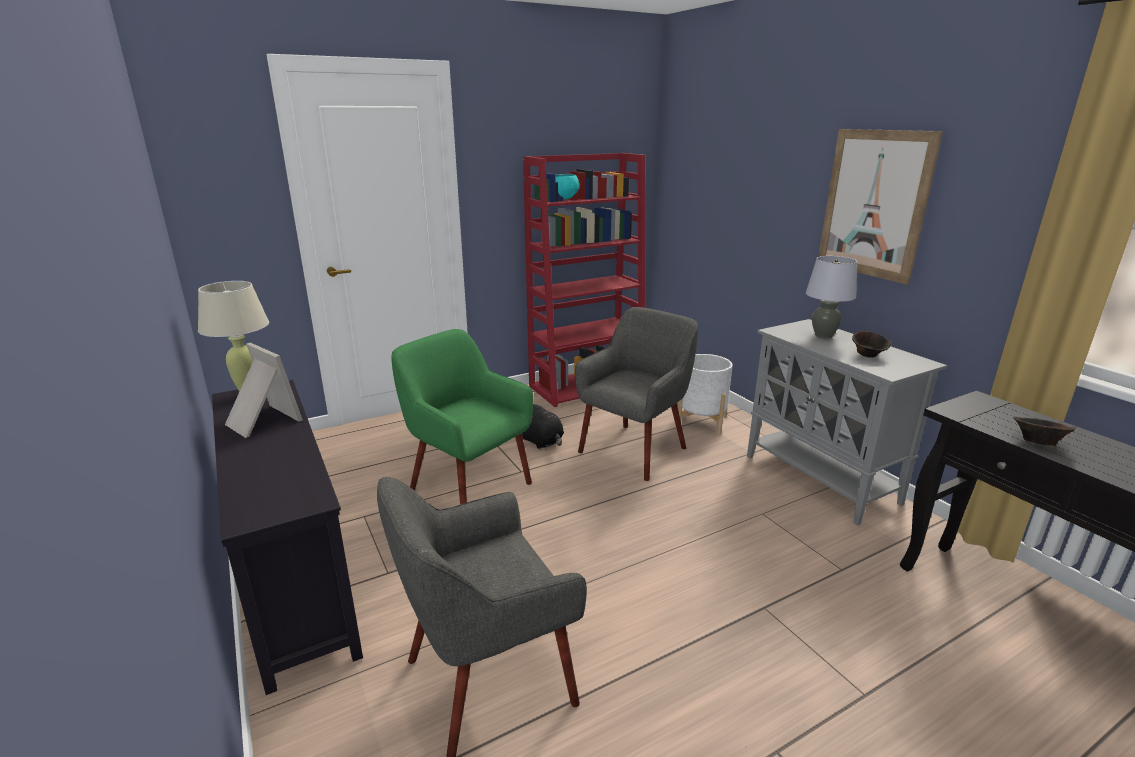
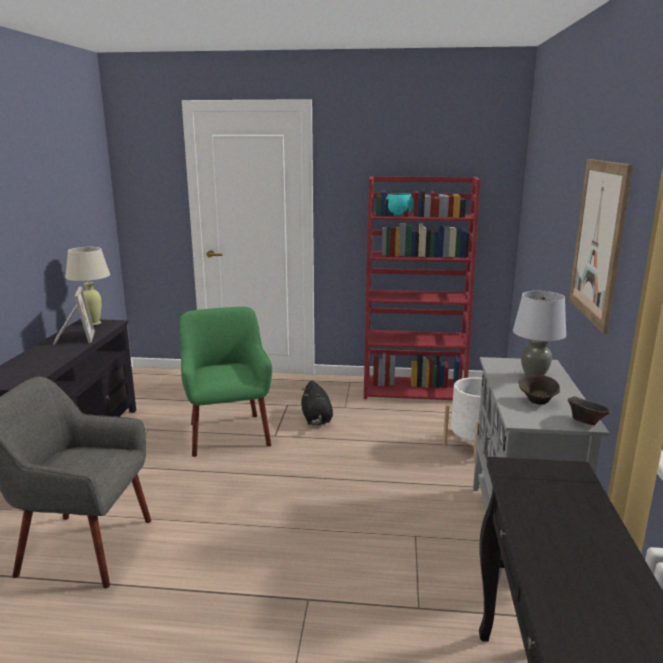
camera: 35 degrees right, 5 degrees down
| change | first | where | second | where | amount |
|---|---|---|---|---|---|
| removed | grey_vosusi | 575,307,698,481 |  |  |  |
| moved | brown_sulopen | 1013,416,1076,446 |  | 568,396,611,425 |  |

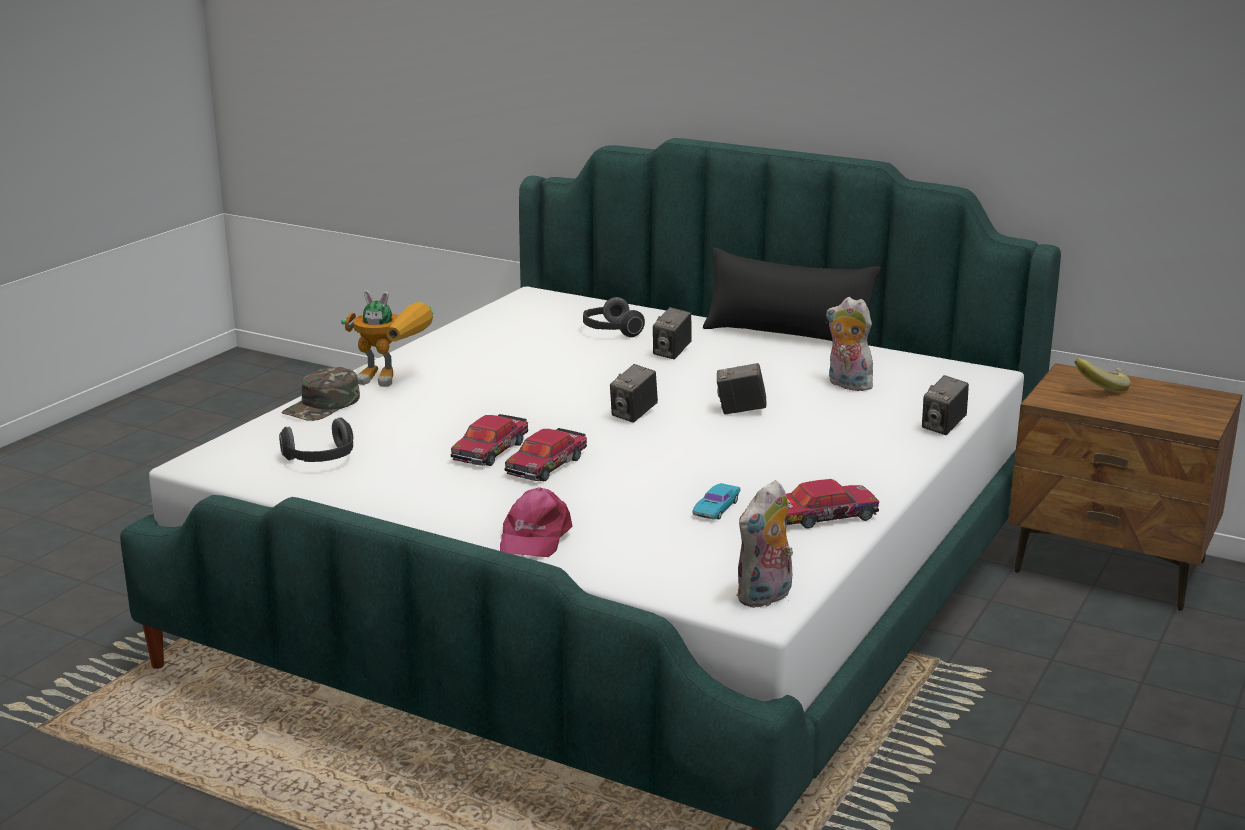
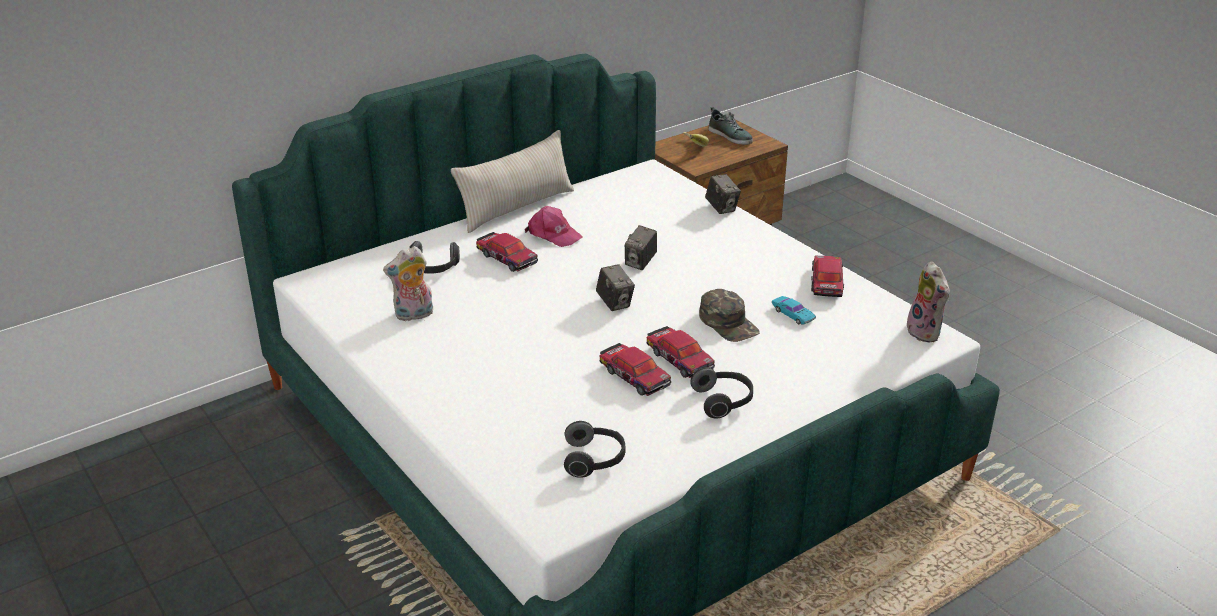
camera: 65 degrees left, 10 degrees up
| change | first | where | second | where | amount |
|---|---|---|---|---|---|
| recoloured | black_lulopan | 703,248,881,343 | beige_lulopan | 451,130,574,233 |  |
| removed | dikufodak | 341,290,434,387 |  |  |  |
| moved | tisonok | 826,297,873,391 |  | 383,246,433,321 |  |
| replaced | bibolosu | 653,307,691,359 | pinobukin | 476,232,538,272 |  |
| moved | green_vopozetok | 282,367,360,421 |  | 699,289,760,342 |  |
| moved | pink_vopozetok | 500,487,573,557 |  | 525,206,582,247 |  |
| added |  |  | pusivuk | 709,107,753,145 |  |
| added |  |  | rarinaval | 690,367,753,419 |  |

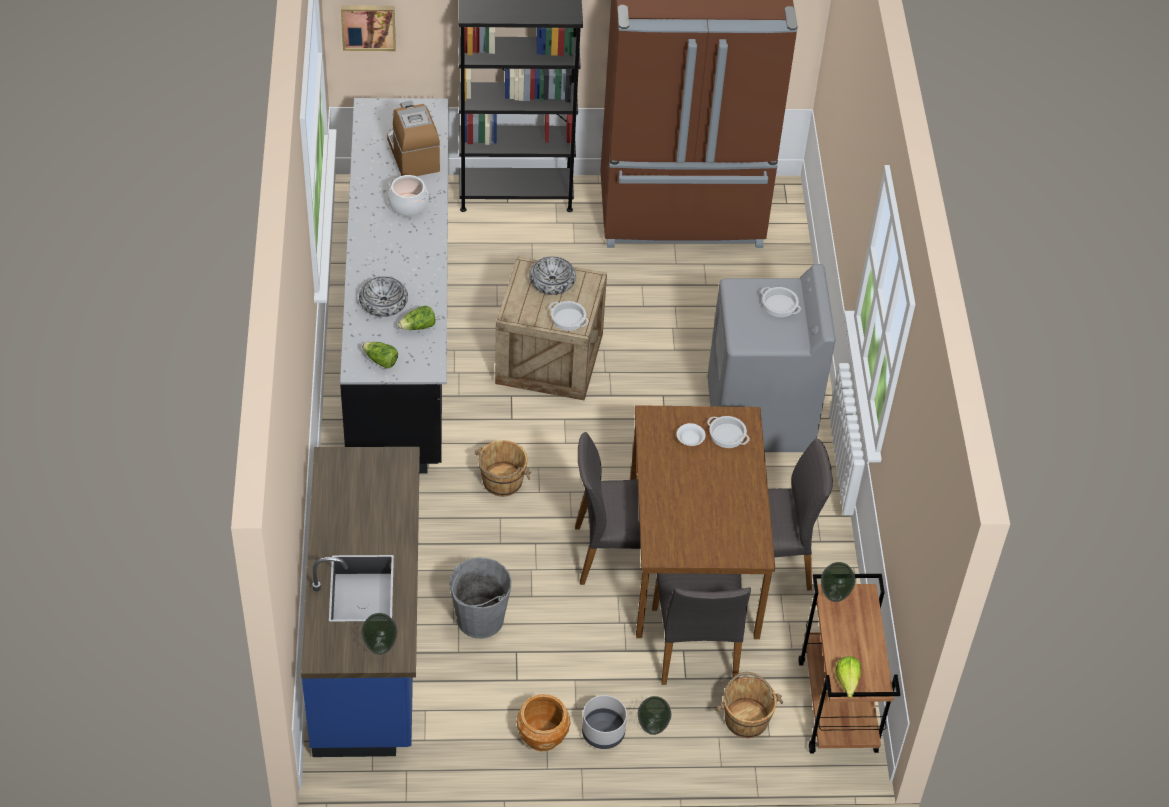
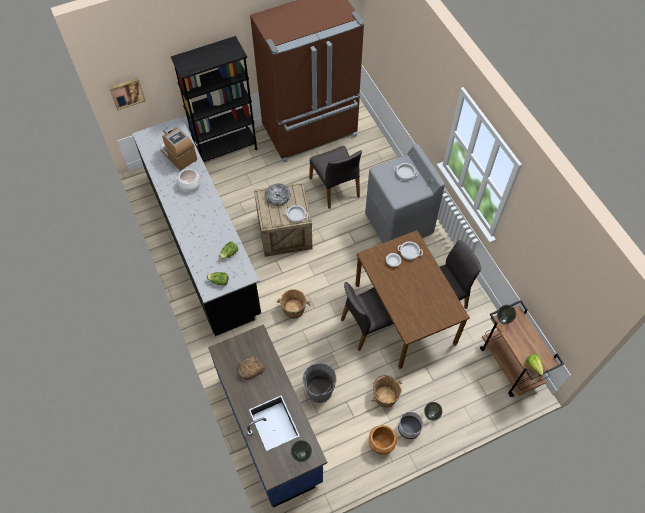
camera: 20 degrees left, 10 degrees up
| change | first | where | second | where | amount |
|---|---|---|---|---|---|
| removed | sulopen | 359,276,408,317 |  |  |  |
| moved | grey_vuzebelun | 652,573,751,685 |  | 309,146,362,209 |  |
| moved | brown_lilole | 715,672,783,738 |  | 372,375,402,407 |  |
| added |  |  | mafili | 238,356,264,380 |  |

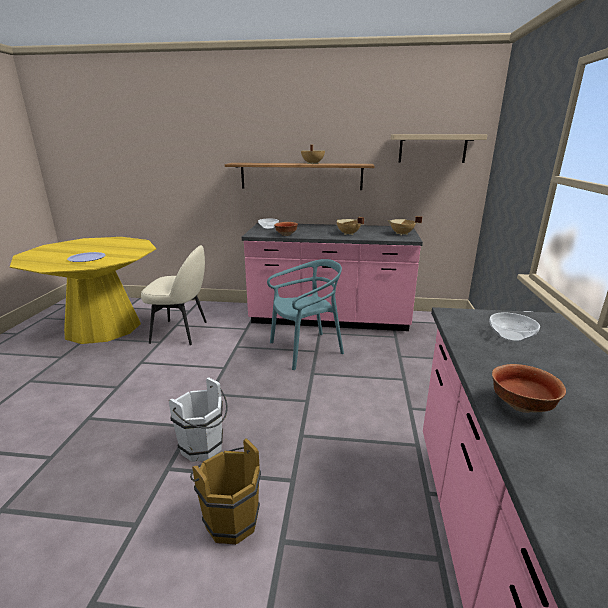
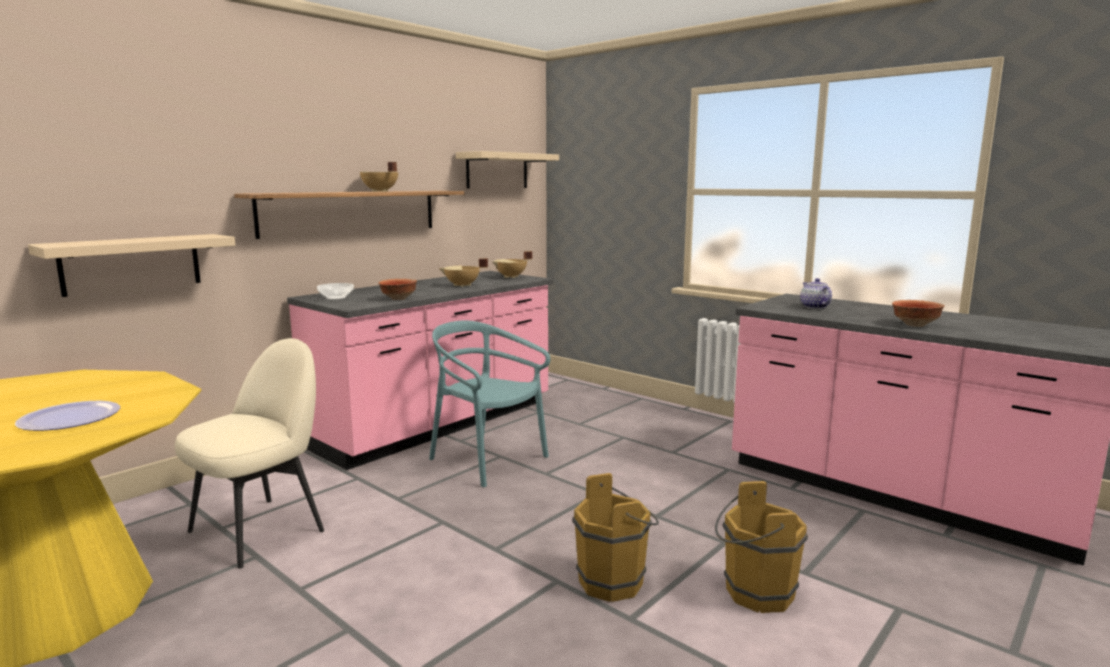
camera: 55 degrees left, 10 degrees down
| change | first | where | second | where | amount |
|---|---|---|---|---|---|
| turned | turquoise_vuzebelun | 267,259,344,370 |  | 429,320,551,487 | 60 degrees counterclockwise |
| replaced | sulopen | 489,312,540,342 | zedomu | 800,278,832,309 |  |
| recoloured | white_lilole | 169,377,228,462 | brown_lilole | 573,473,659,602 |  |
| added |  |  | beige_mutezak | 28,234,235,297 |  |

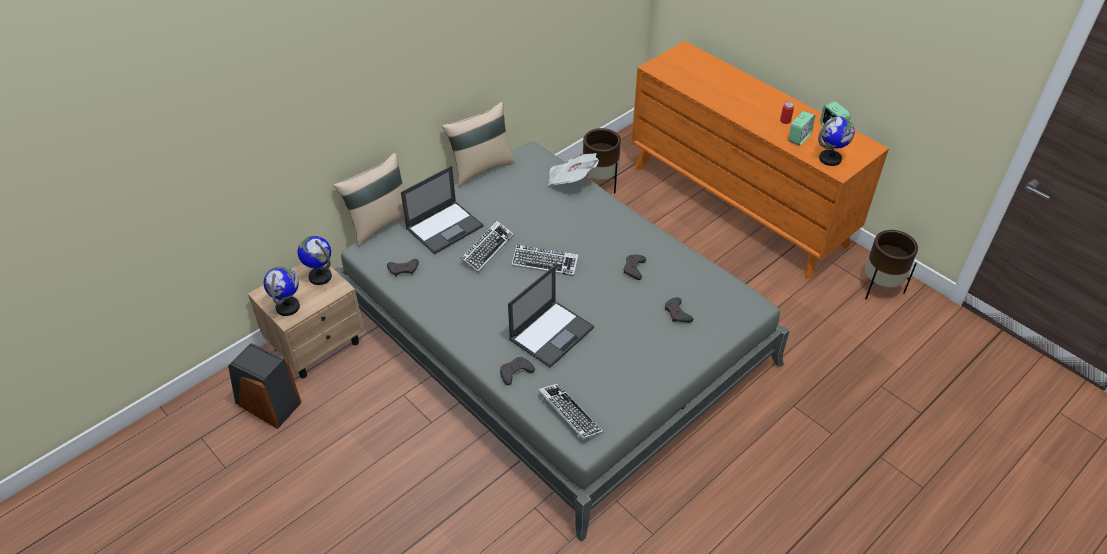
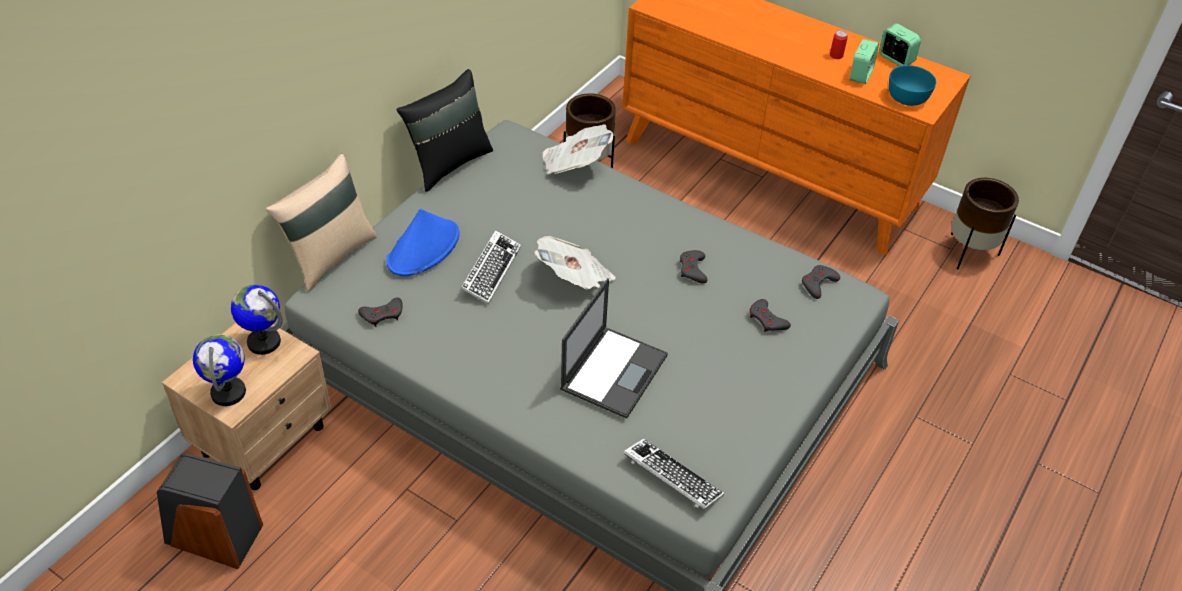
camera: 15 degrees left, 0 degrees up
| change | first | where | second | where | amount |
|---|---|---|---|---|---|
| recoloured | beige_lulopan | 441,102,515,187 | black_lulopan | 396,69,493,192 |  |
| replaced | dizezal | 818,116,854,166 | turquoise_sulopen | 889,65,936,106 |  |
| replaced | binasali | 401,166,484,254 | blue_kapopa | 386,209,460,276 |  |
| replaced | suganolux | 512,244,579,276 | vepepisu | 534,236,616,290 |  |
| moved | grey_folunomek | 500,357,535,385 |  | 802,265,840,299 |  |

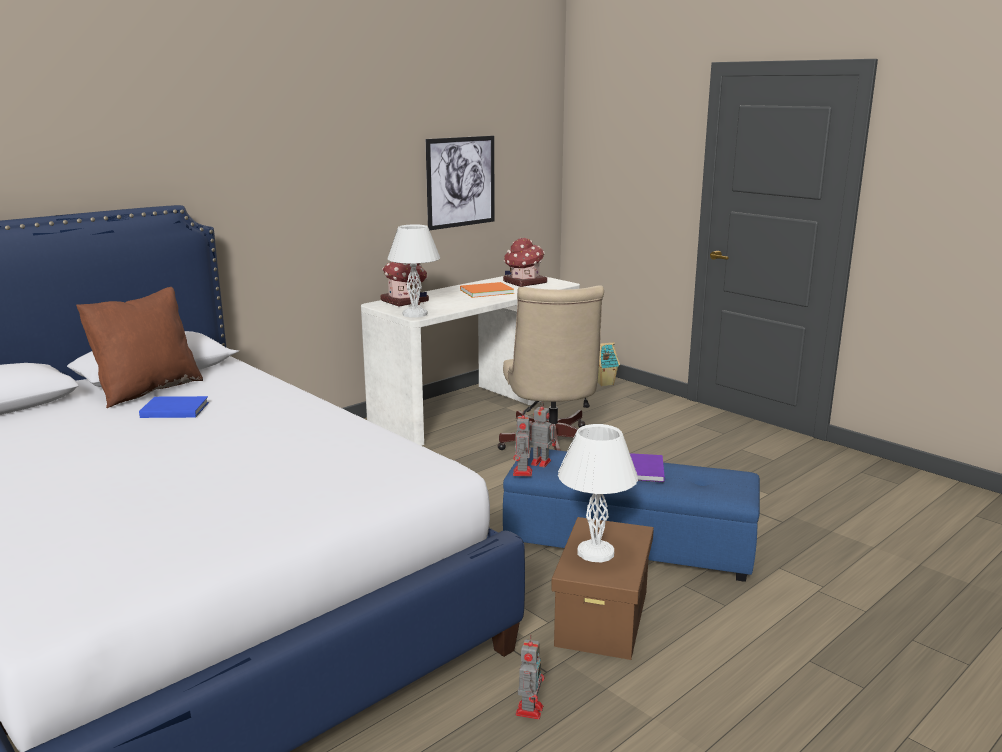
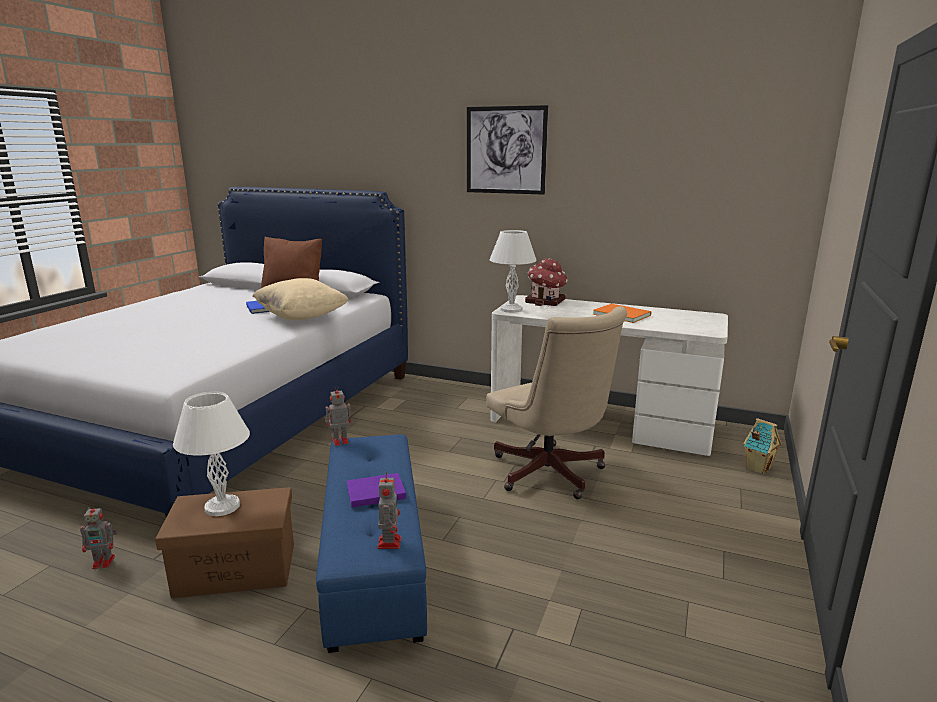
camera: 65 degrees right, 0 degrees up
| change | first | where | second | where | amount |
|---|---|---|---|---|---|
| moved | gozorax | 426,136,494,230 |  | 467,105,548,195 |  |
| removed | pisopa | 503,237,547,287 |  |  |  |
| turned | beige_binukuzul | 497,285,604,451 |  | 486,306,627,499 | 90 degrees counterclockwise |
| moved | dikufodak | 529,401,556,468 |  | 377,472,401,549 |  |
| added |  |  | beige_lulopan | 252,278,348,320 |  |

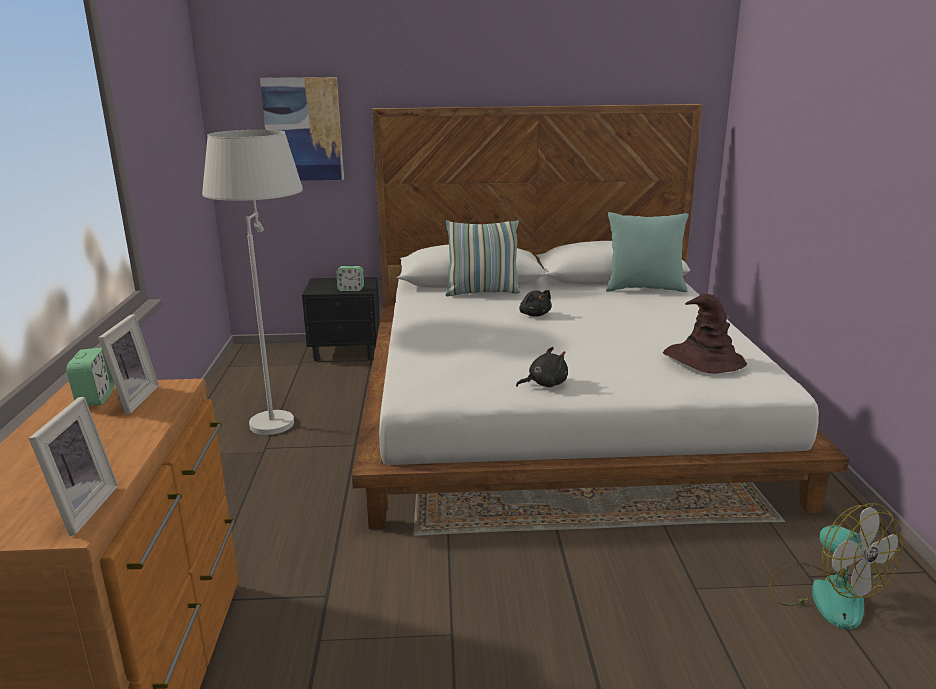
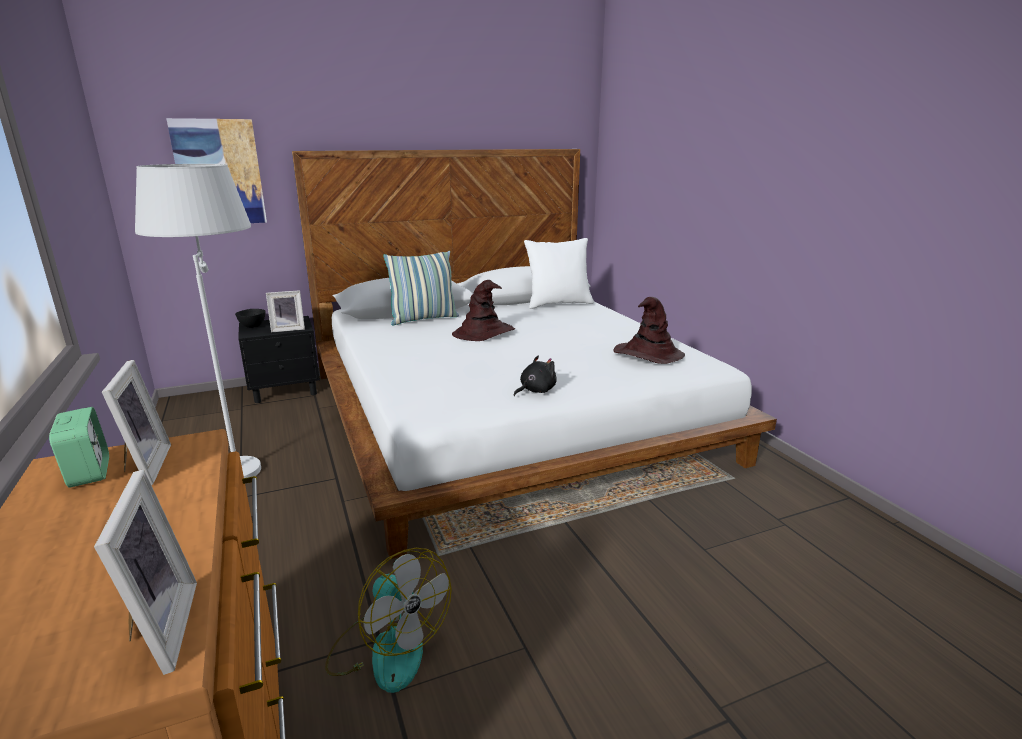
camera: 20 degrees left, 0 degrees up
| change | first | where | second | where | amount |
|---|---|---|---|---|---|
| recoloured | turquoise_lulopan | 606,212,689,292 | white_lulopan | 524,238,594,309 |  |
| replaced | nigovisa | 336,266,364,291 | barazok | 266,290,305,332 |  |
| replaced | black_tisonok | 519,290,552,317 | brown_kapopa | 452,280,515,341 |  |
| moved | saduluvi | 768,503,903,630 |  | 325,548,452,693 |  |
| added |  |  | black_sulopen | 235,309,265,328 |  |

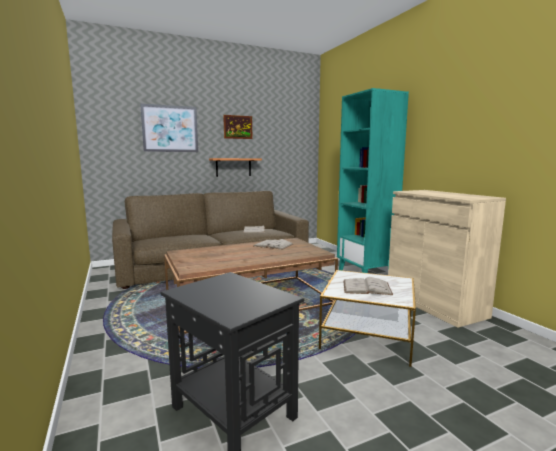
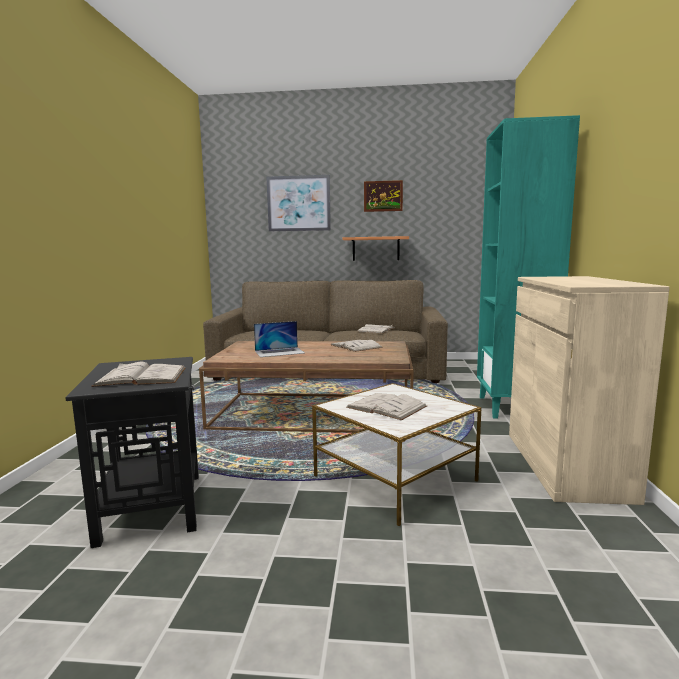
camera: 30 degrees right, 0 degrees up
| change | first | where | second | where | amount |
|---|---|---|---|---|---|
| added |  |  | binasali | 254,321,305,357 |  |
| added |  |  | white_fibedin | 91,362,186,387 |  |

